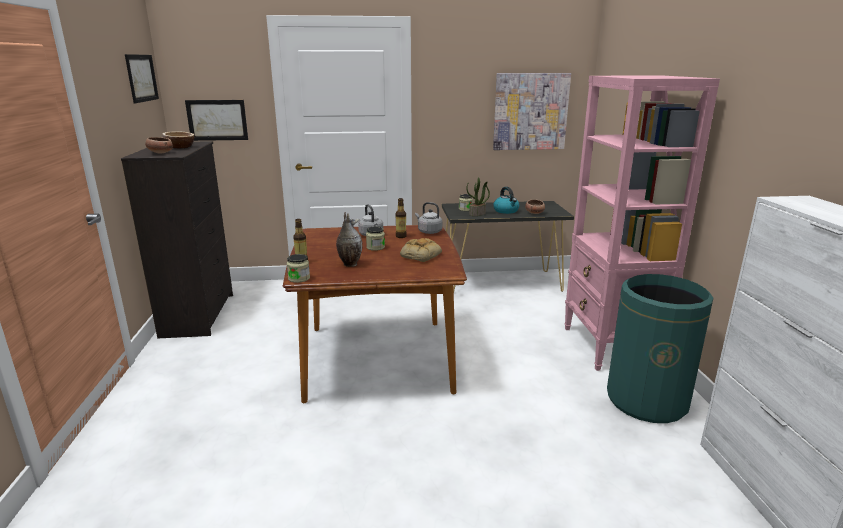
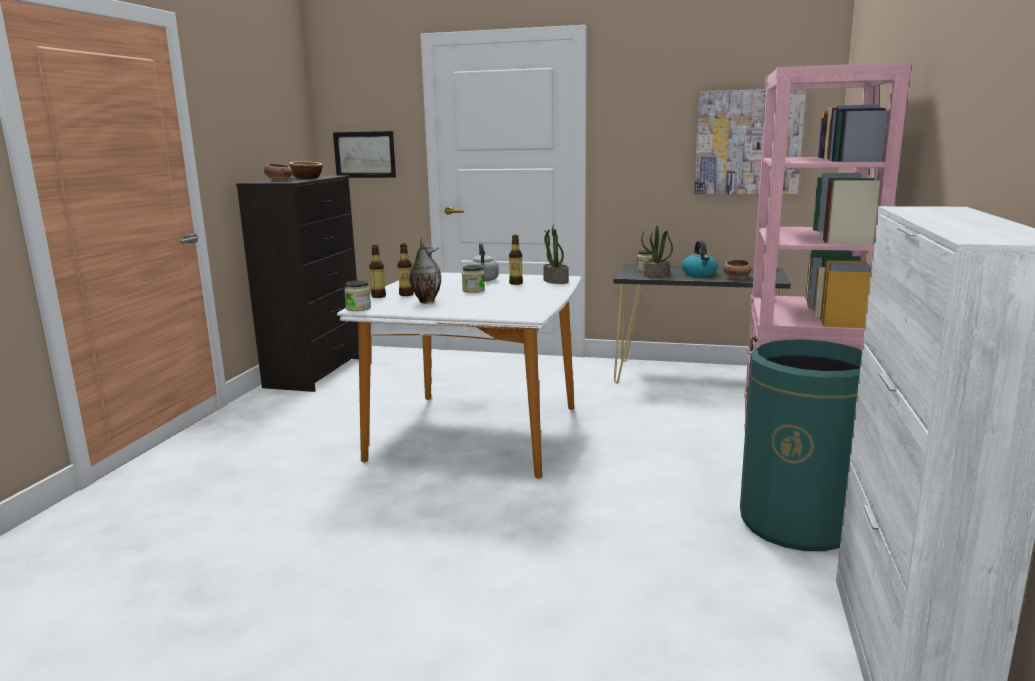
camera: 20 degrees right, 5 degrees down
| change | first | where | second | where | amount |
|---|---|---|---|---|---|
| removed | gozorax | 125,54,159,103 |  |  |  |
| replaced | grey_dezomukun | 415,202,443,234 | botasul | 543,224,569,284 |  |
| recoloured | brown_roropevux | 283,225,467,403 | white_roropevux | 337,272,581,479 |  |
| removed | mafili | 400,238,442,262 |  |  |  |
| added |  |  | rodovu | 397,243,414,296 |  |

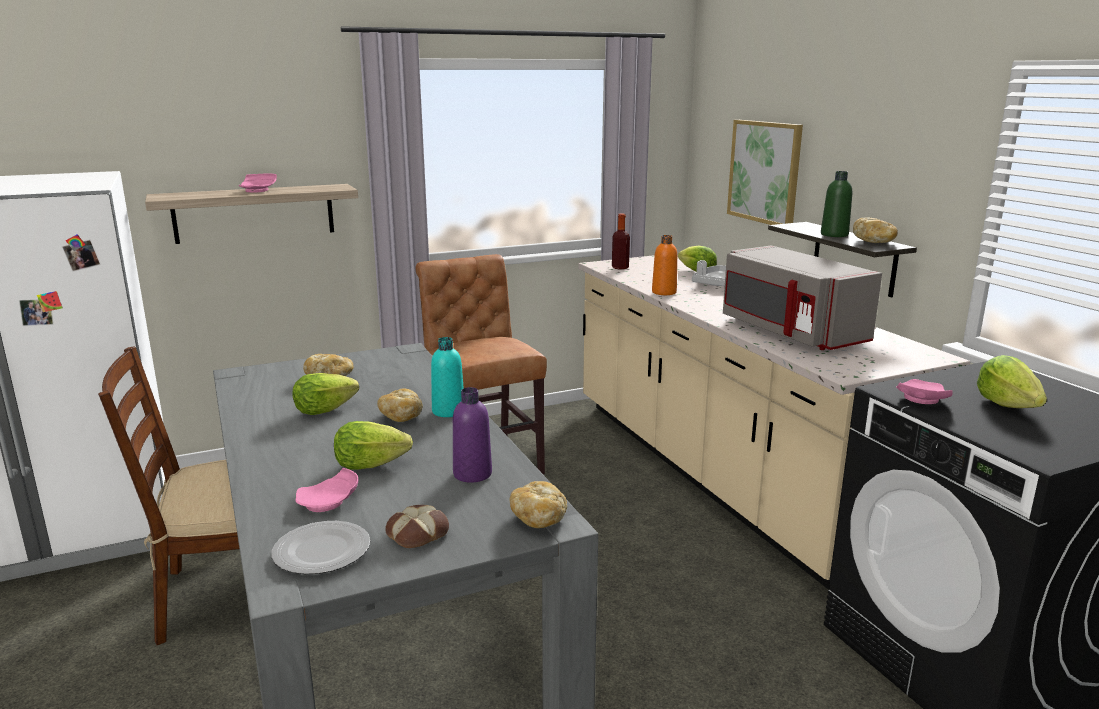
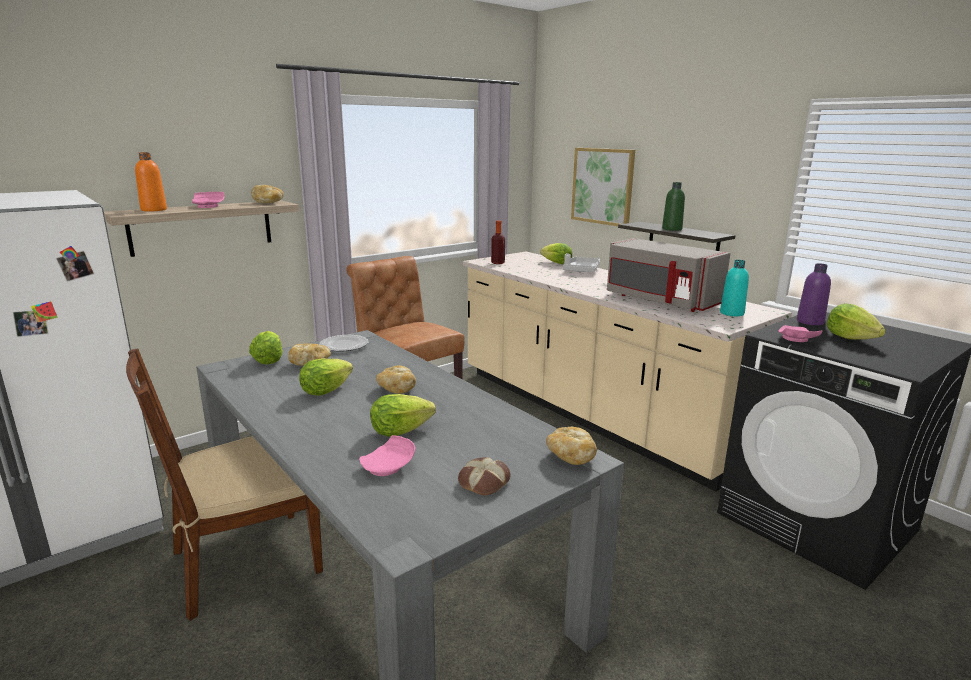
camera: 15 degrees left, 0 degrees up
| change | first | where | second | where | amount |
|---|---|---|---|---|---|
| moved | mafili | 853,218,898,243 |  | 251,185,284,203 |  |
| moved | orange_rodovu | 652,235,677,295 |  | 135,152,167,211 |  |
| moved | turquoise_rodovu | 431,337,464,417 |  | 720,260,749,316 |  |
| moved | purple_rodovu | 453,387,492,483 |  | 797,263,831,325 |  |
| moved | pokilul | 271,521,370,574 |  | 319,335,369,351 |  |
| added |  |  | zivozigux | 249,331,283,365 |  |

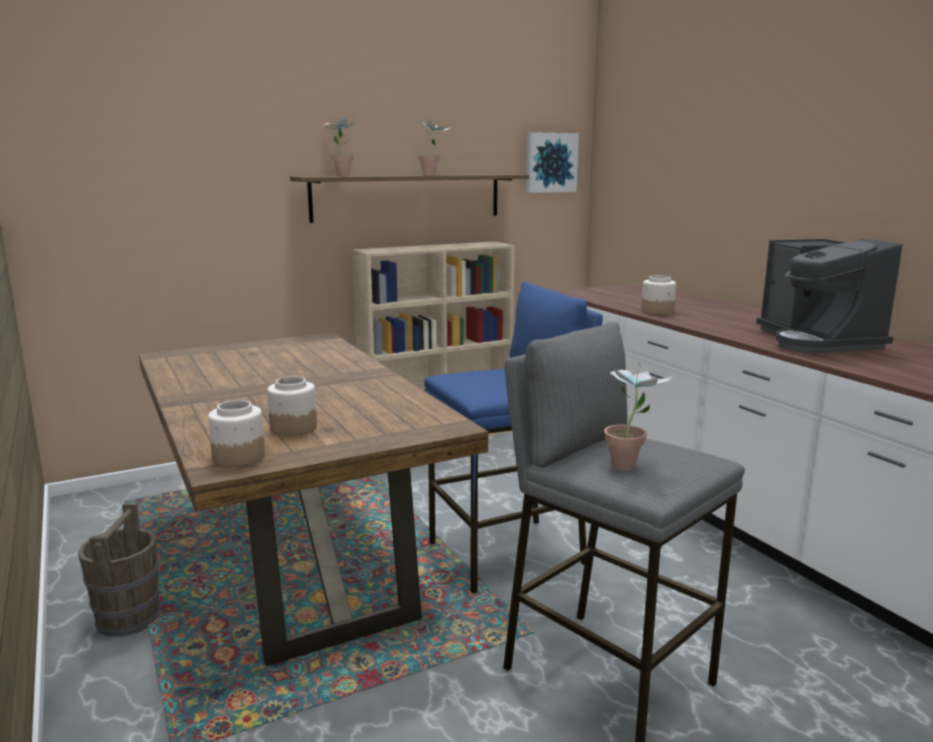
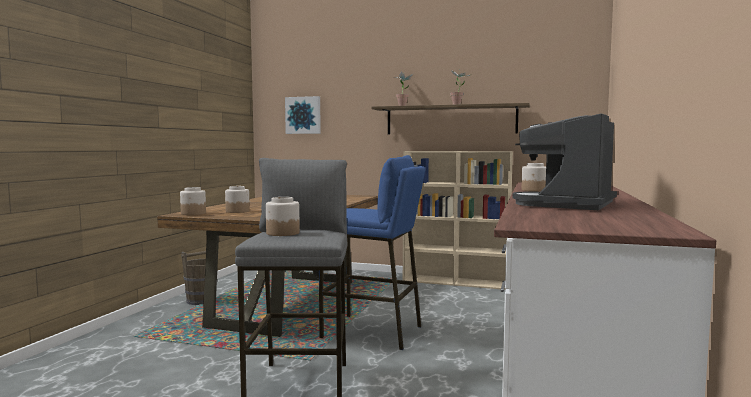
camera: 45 degrees right, 10 degrees down
| change | first | where | second | where | amount |
|---|---|---|---|---|---|
| moved | gozorax | 526,132,579,193 |  | 285,96,321,134 |  |
| replaced | botasul | 604,363,672,471 | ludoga | 266,197,300,236 |  |

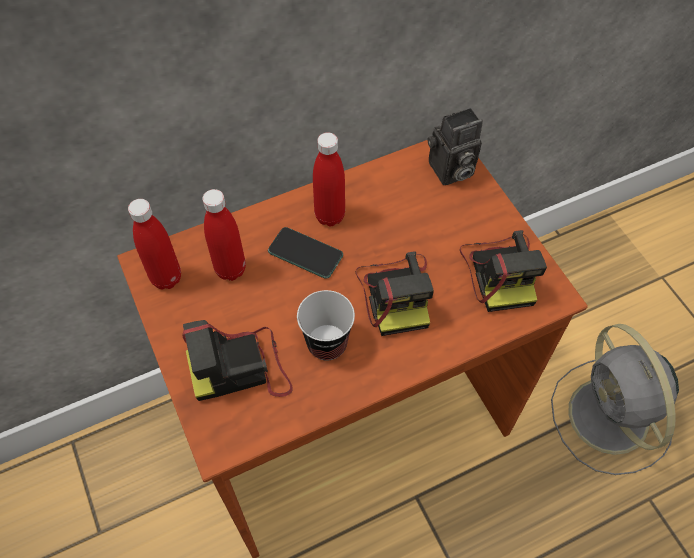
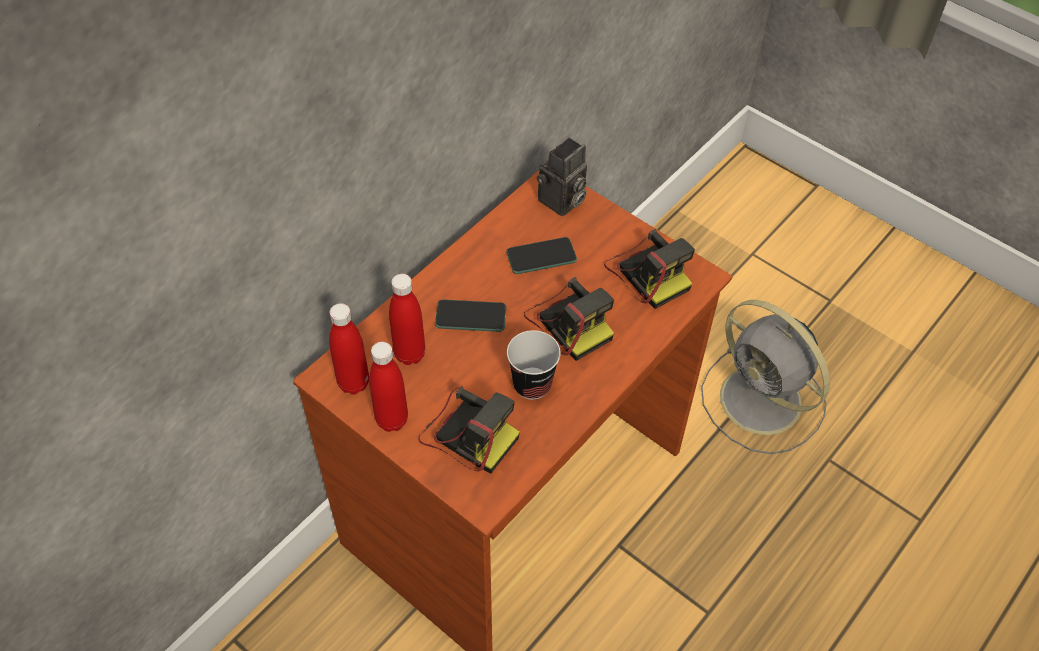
camera: 25 degrees left, 5 degrees down
| change | first | where | second | where | amount |
|---|---|---|---|---|---|
| moved | red_rodovu | 313,132,345,226 |  | 369,342,408,432 |  |
| turned | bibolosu | 182,320,293,401 |  | 418,386,520,474 | 105 degrees counterclockwise |
| added |  |  | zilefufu | 506,237,577,274 |  |

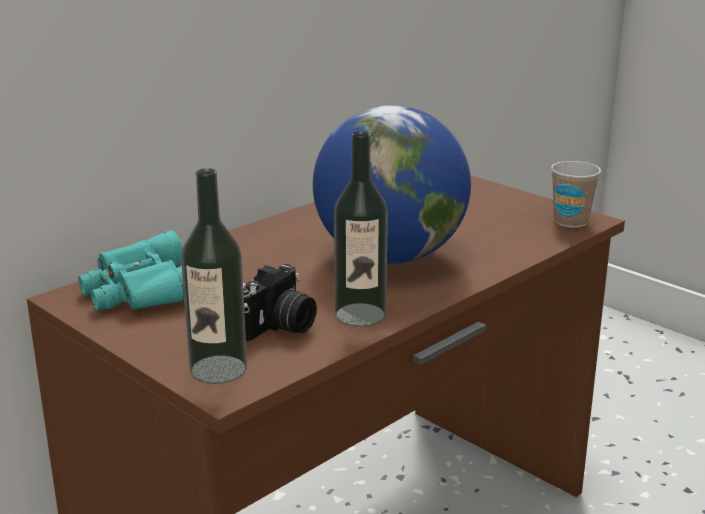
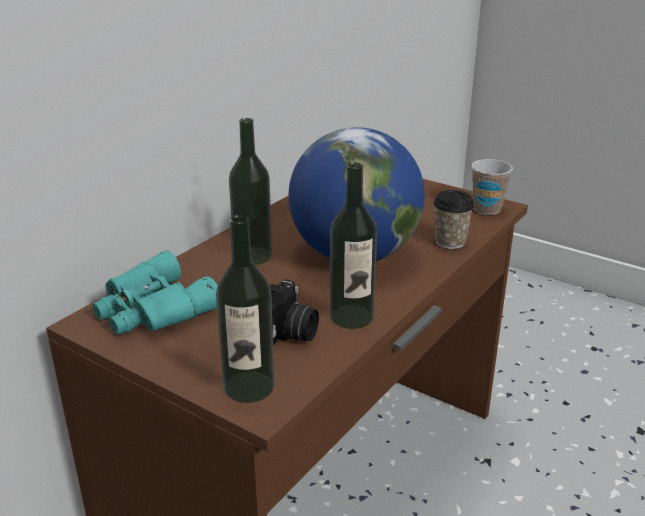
camera: 10 degrees left, 5 degrees up
| change | first | where | second | where | amount |
|---|---|---|---|---|---|
| added |  |  | rodovu | 229,118,272,265 |  |
| added |  |  | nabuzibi | 433,190,474,249 |  |

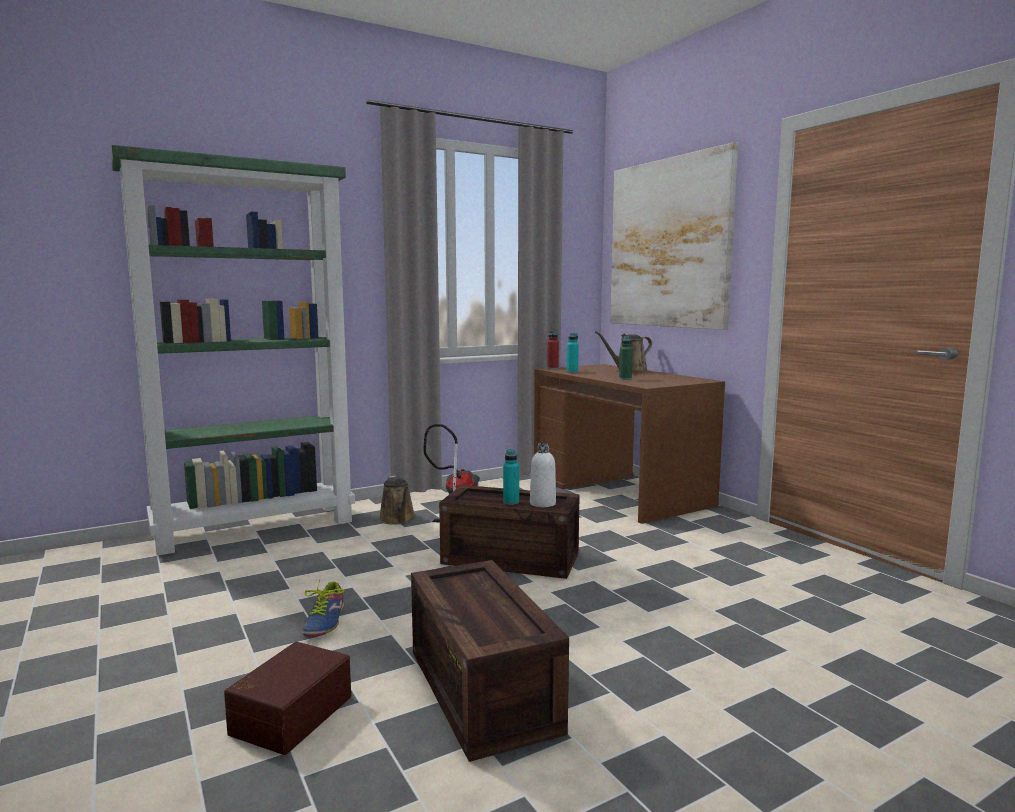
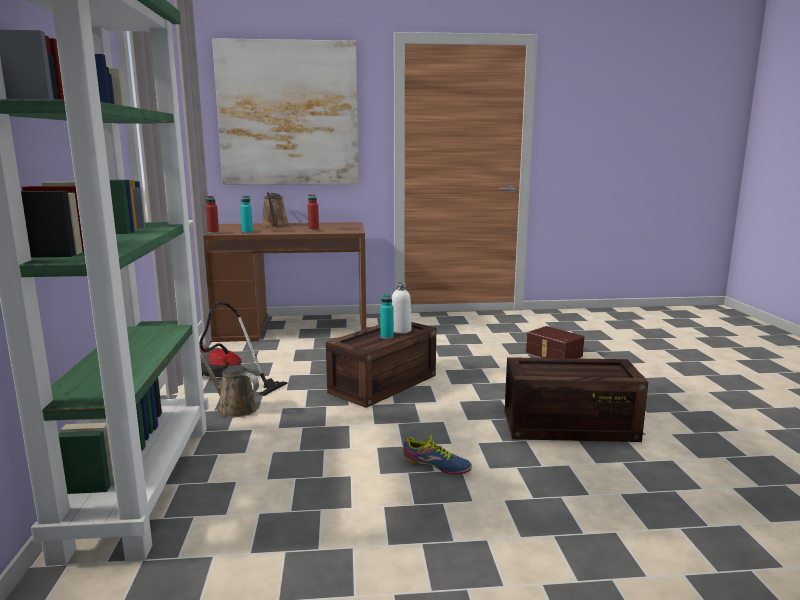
camera: 65 degrees left, 5 degrees up
| change | first | where | second | where | amount |
|---|---|---|---|---|---|
| recoloured | green_rodovu | 619,336,633,380 | red_rodovu | 308,194,319,231 |  |
| turned | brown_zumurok | 379,476,416,525 |  | 200,352,259,417 | 150 degrees counterclockwise |
| moved | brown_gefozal | 224,642,351,755 |  | 526,326,584,359 |  |

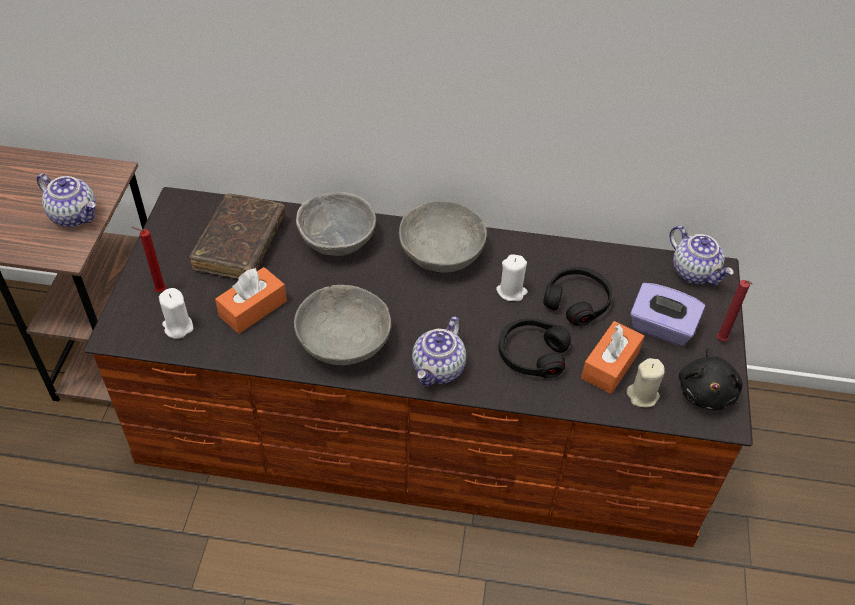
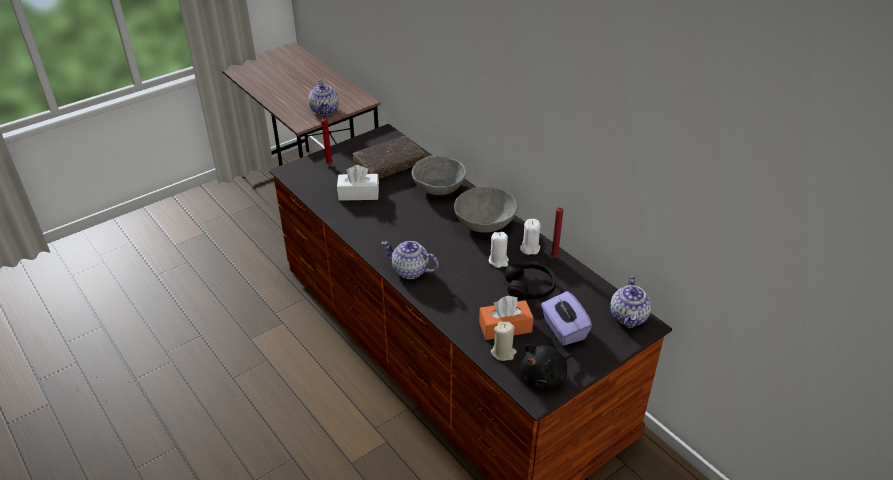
camera: 45 degrees right, 10 degrees down
| change | first | where | second | where | amount |
|---|---|---|---|---|---|
| recoloured | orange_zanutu | 215,267,287,334 | white_zanutu | 337,165,379,201 |  |
| moved | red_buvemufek | 717,280,753,341 |  | 551,207,563,257 |  |
| removed | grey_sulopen | 294,285,391,365 |  |  |  |
| moved | white_buvemufek | 159,288,193,339 |  | 520,219,540,255 |  |
| turned | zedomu | 412,316,466,386 |  | 382,241,439,279 | 45 degrees clockwise |
| removed | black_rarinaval | 498,318,571,378 |  |  |  |

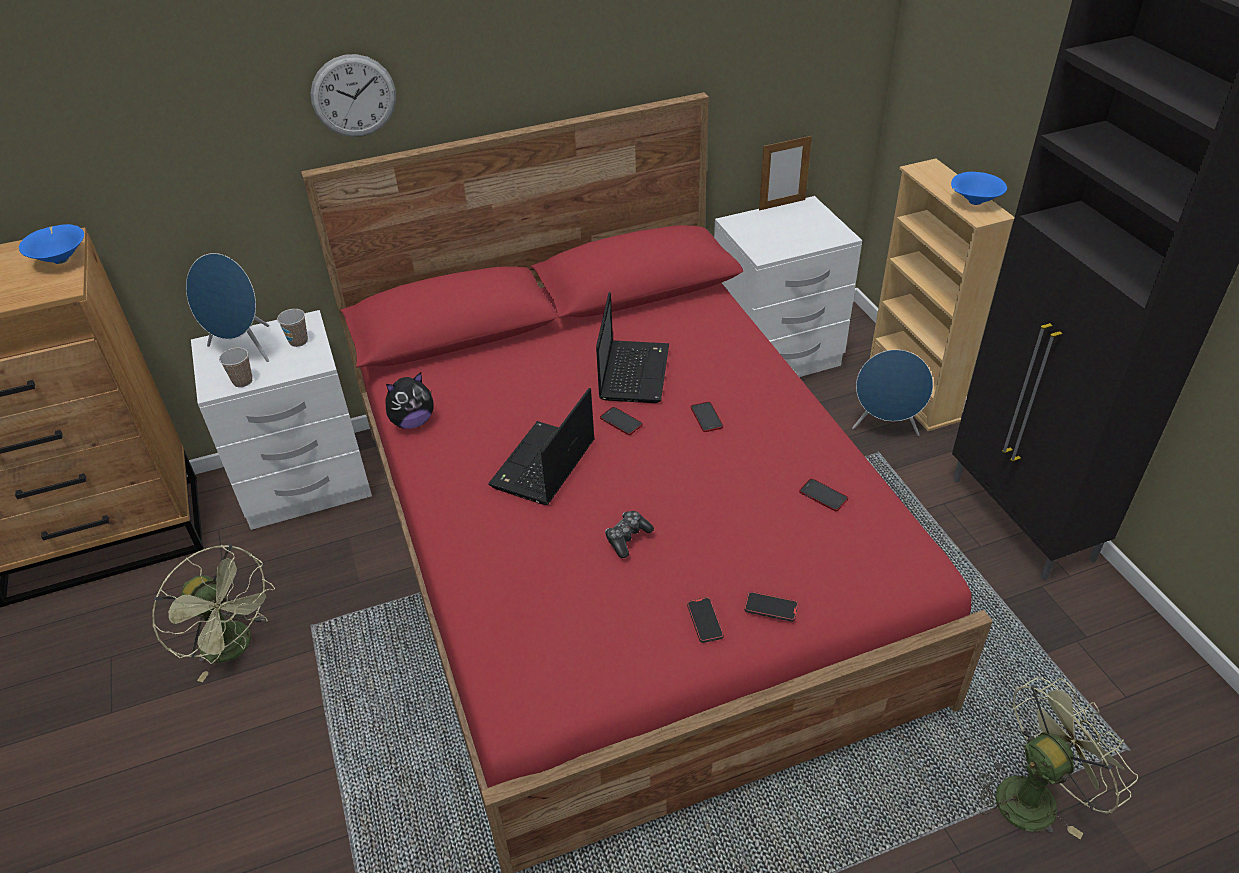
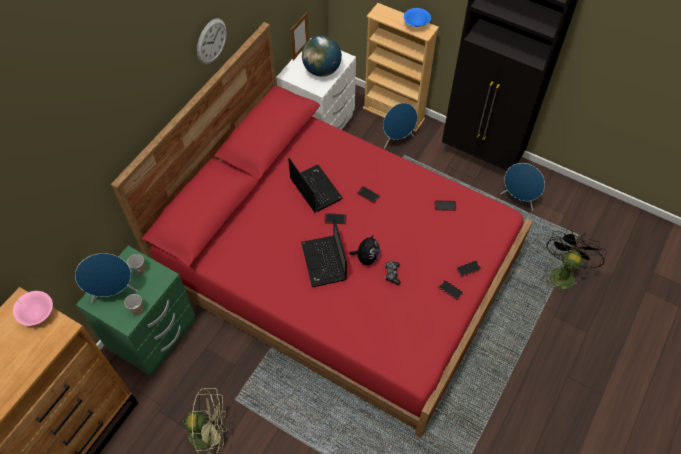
camera: 40 degrees left, 15 degrees up
| change | first | where | second | where | amount |
|---|---|---|---|---|---|
| moved | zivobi | 311,54,396,137 |  | 197,19,227,64 |  |
| recoloured | blue_sulopen | 19,224,84,264 | pink_sulopen | 13,291,53,326 |  |
| recoloured | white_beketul | 191,310,372,530 | green_beketul | 76,246,195,377 |  |
| moved | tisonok | 385,372,434,429 |  | 349,234,380,265 |  |
| recoloured | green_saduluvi | 977,677,1138,839 | black_saduluvi | 542,229,607,292 |  |
| added |  |  | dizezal | 302,36,342,77 |  |
| added |  |  | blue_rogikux | 500,163,545,211 |  |

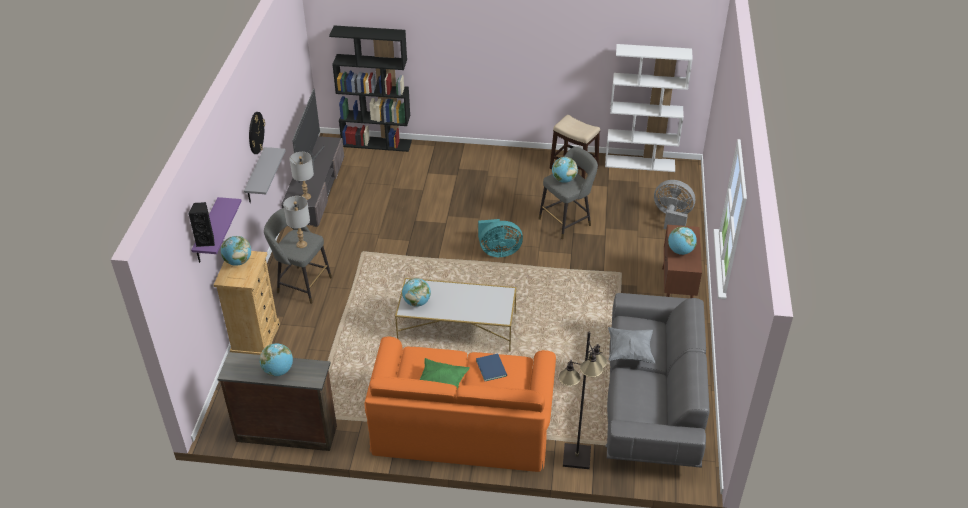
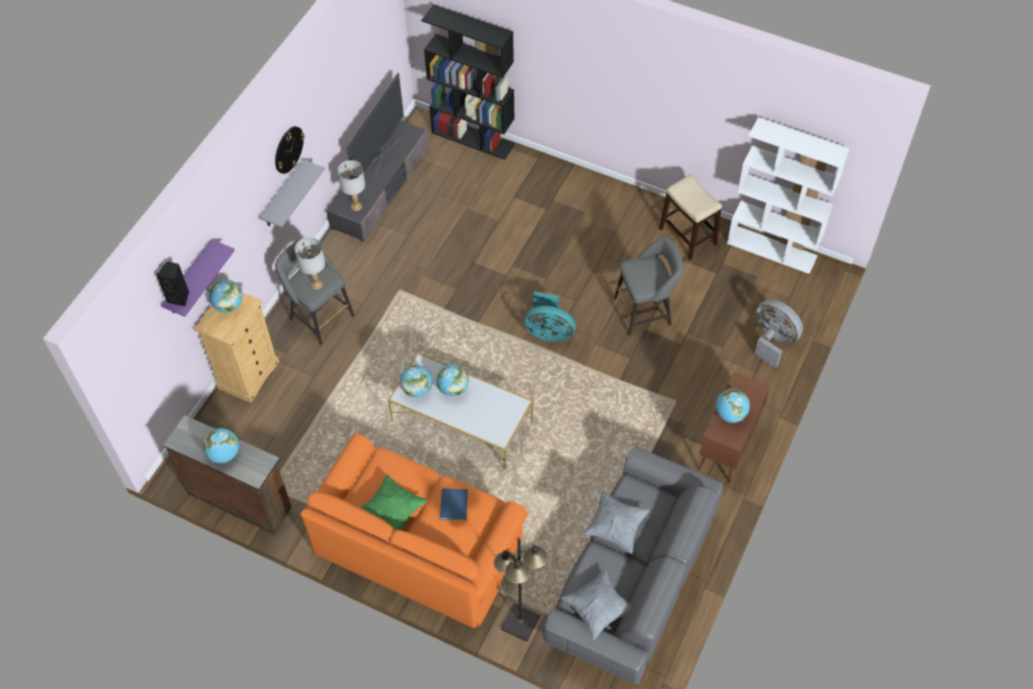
camera: 20 degrees right, 15 degrees up
| change | first | where | second | where | amount |
|---|---|---|---|---|---|
| moved | dizezal | 552,157,578,183 |  | 437,364,469,396 |  |
| added |  |  | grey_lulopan | 562,569,632,640 |  |

